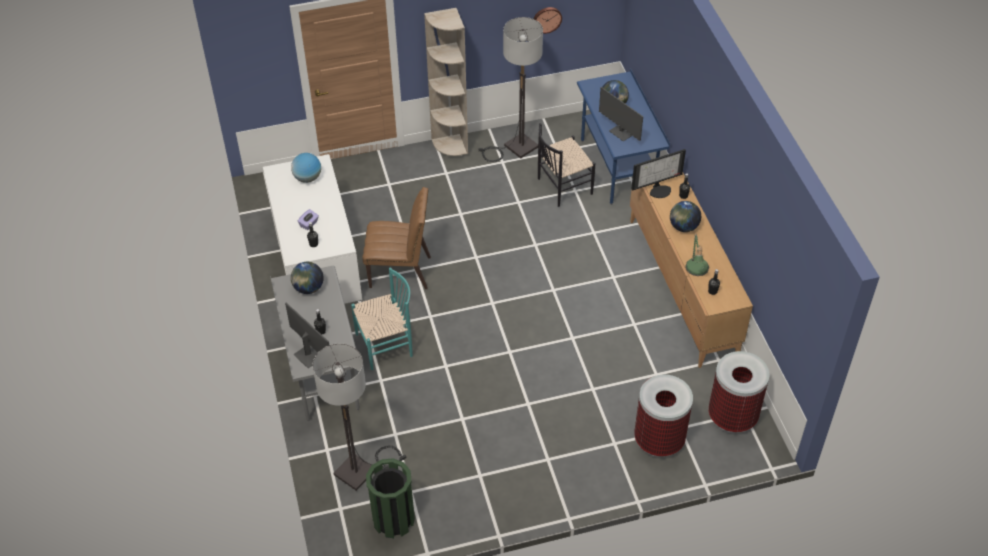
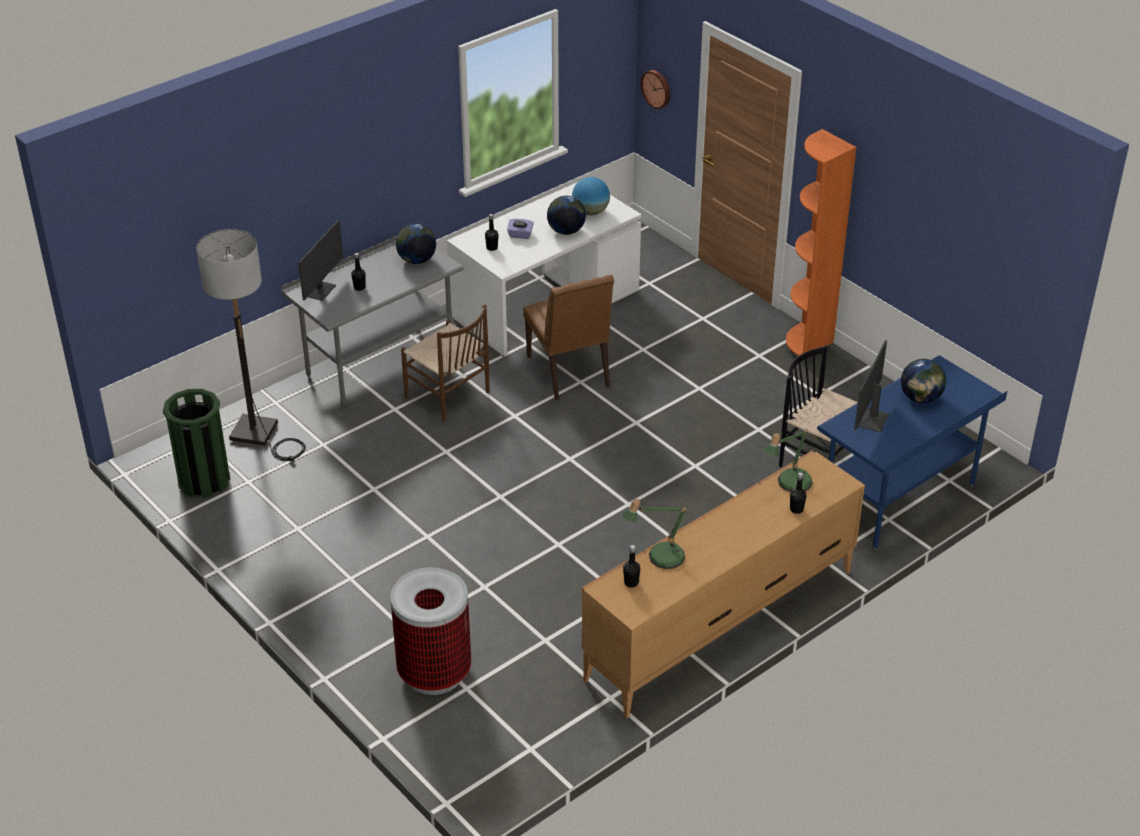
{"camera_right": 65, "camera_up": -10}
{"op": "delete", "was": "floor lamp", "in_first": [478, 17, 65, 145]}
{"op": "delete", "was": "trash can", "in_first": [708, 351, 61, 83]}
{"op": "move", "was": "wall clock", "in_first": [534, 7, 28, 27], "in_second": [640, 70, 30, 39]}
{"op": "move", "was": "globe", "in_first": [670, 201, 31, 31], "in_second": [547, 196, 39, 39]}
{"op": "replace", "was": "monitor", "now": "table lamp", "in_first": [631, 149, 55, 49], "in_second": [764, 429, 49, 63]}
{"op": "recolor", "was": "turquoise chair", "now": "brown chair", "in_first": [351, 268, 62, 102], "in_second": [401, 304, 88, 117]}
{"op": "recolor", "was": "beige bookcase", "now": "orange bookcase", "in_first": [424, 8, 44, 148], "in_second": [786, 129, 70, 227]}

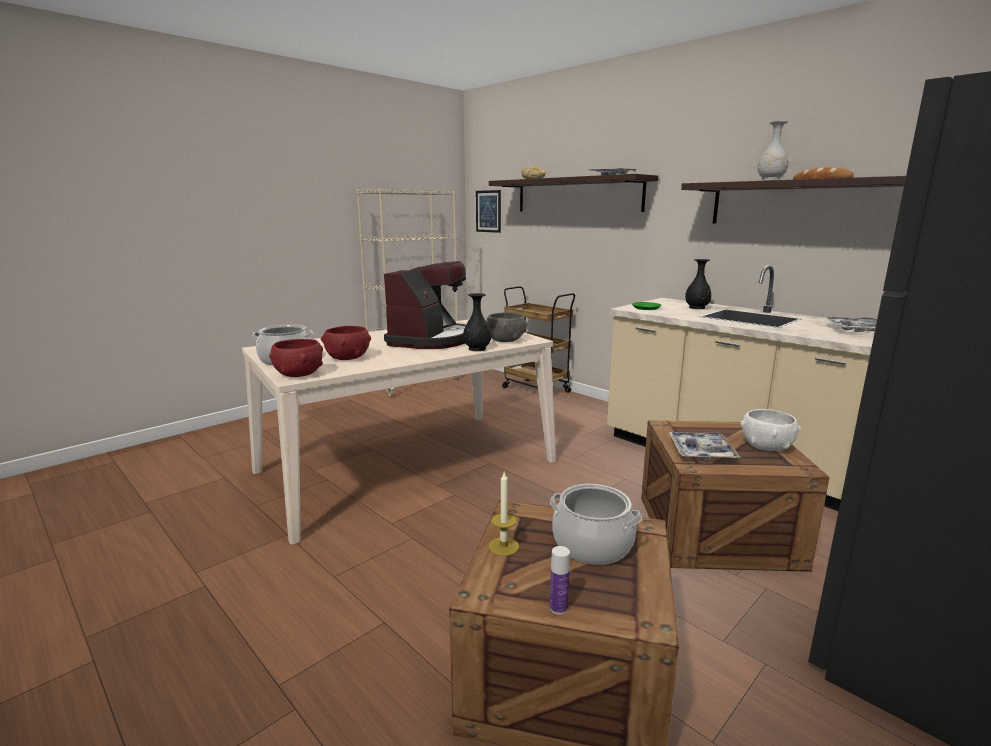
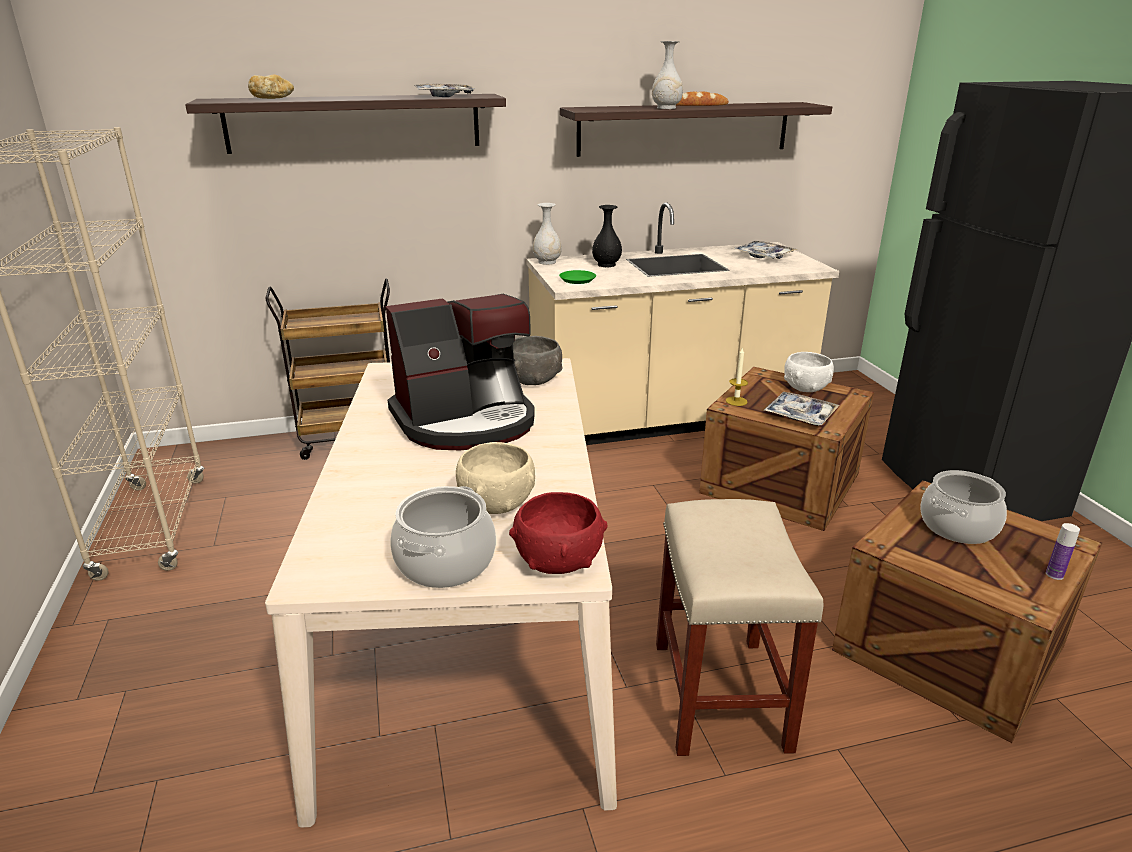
{"camera_right": -60, "camera_up": 10}
{"op": "delete", "was": "black vase", "in_first": [463, 293, 28, 58]}
{"op": "delete", "was": "picture", "in_first": [476, 190, 25, 43]}
{"op": "insert", "now": "white vase", "in_second": [533, 203, 29, 62]}
{"op": "insert", "now": "beige stool", "in_second": [656, 499, 167, 257]}
{"op": "move", "was": "candle", "in_first": [489, 472, 30, 84], "in_second": [726, 347, 22, 59]}
{"op": "recolor", "was": "red bowl", "now": "beige bowl", "in_first": [321, 326, 50, 34], "in_second": [456, 442, 79, 72]}
{"op": "rotate", "was": "coffee machine", "in_first": [384, 261, 82, 88], "in_second": [386, 294, 149, 156], "clockwise": 105}

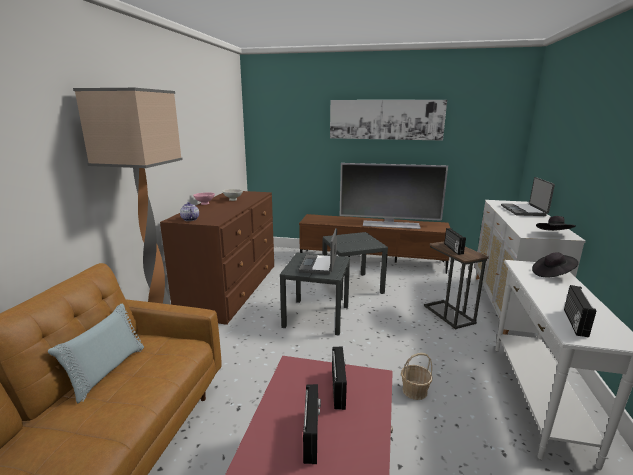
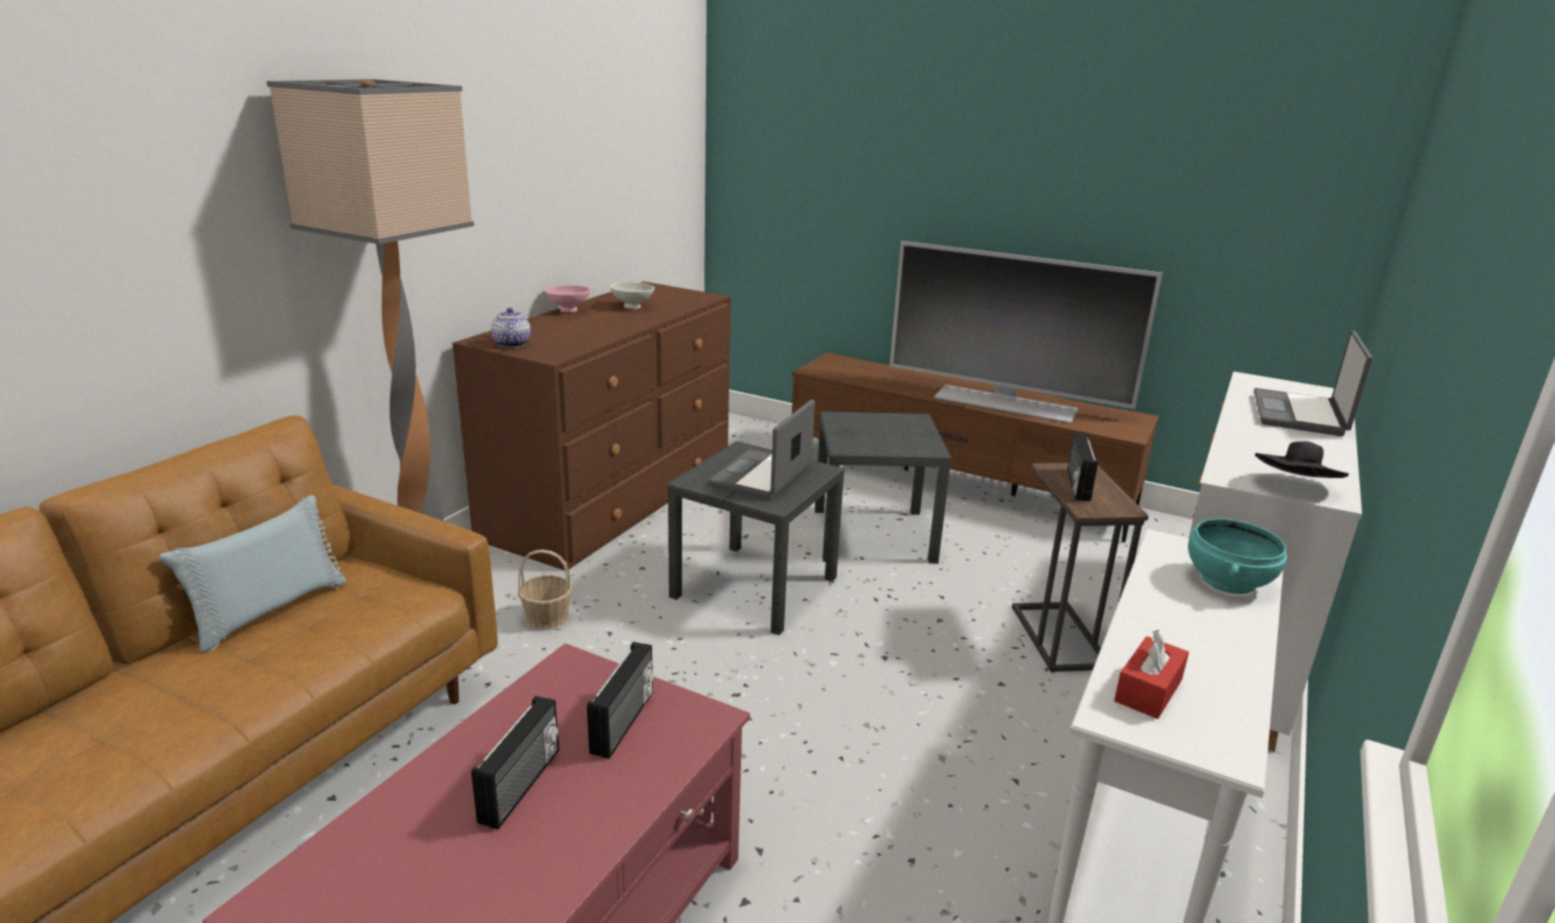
{"camera_right": 15, "camera_up": 5}
{"op": "delete", "was": "picture", "in_first": [330, 100, 117, 41]}
{"op": "move", "was": "basket", "in_first": [401, 353, 31, 47], "in_second": [518, 550, 54, 80]}
{"op": "replace", "was": "black hat", "now": "turquoise bowl", "in_first": [532, 252, 47, 25], "in_second": [1188, 518, 99, 76]}
{"op": "replace", "was": "radio", "now": "red tissue box", "in_first": [564, 285, 32, 53], "in_second": [1114, 630, 75, 89]}

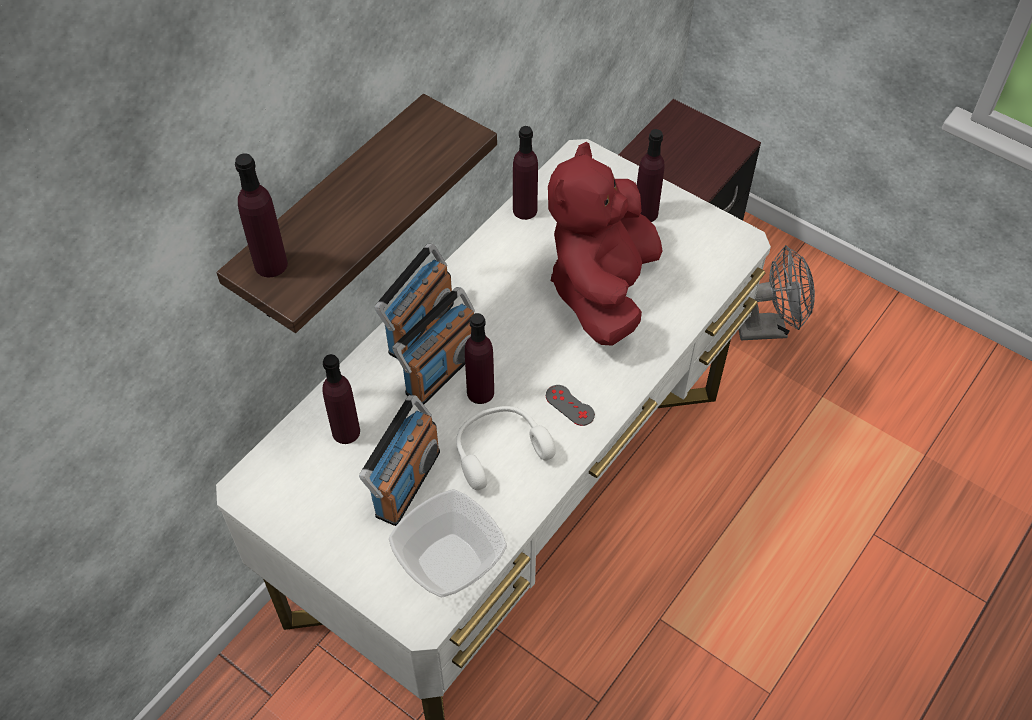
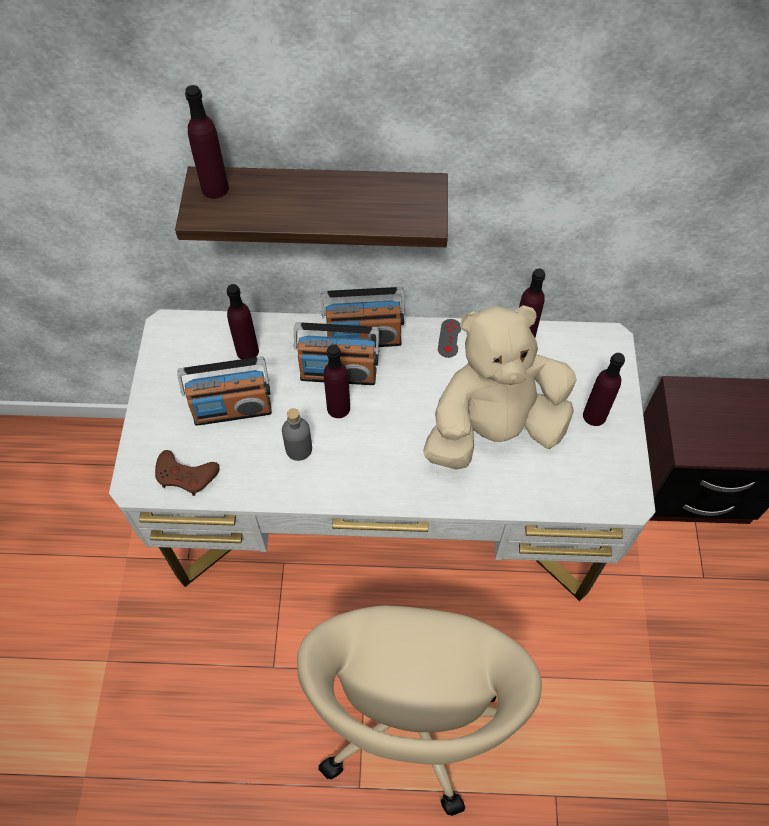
{"camera_right": 55, "camera_up": 5}
{"op": "delete", "was": "grey fan", "in_first": [739, 245, 76, 95]}
{"op": "insert", "now": "beige office chair", "in_second": [297, 606, 245, 210]}
{"op": "move", "was": "grey game controller", "in_first": [546, 385, 49, 41], "in_second": [438, 319, 23, 39]}
{"op": "replace", "was": "bowl", "now": "brown game controller", "in_first": [389, 489, 118, 108], "in_second": [155, 450, 65, 46]}
{"op": "replace", "was": "white headphones", "now": "grey bottle", "in_first": [456, 406, 100, 84], "in_second": [282, 408, 30, 53]}
{"op": "recolor", "was": "red plush toy", "now": "beige plush toy", "in_first": [548, 142, 115, 204], "in_second": [423, 305, 154, 164]}

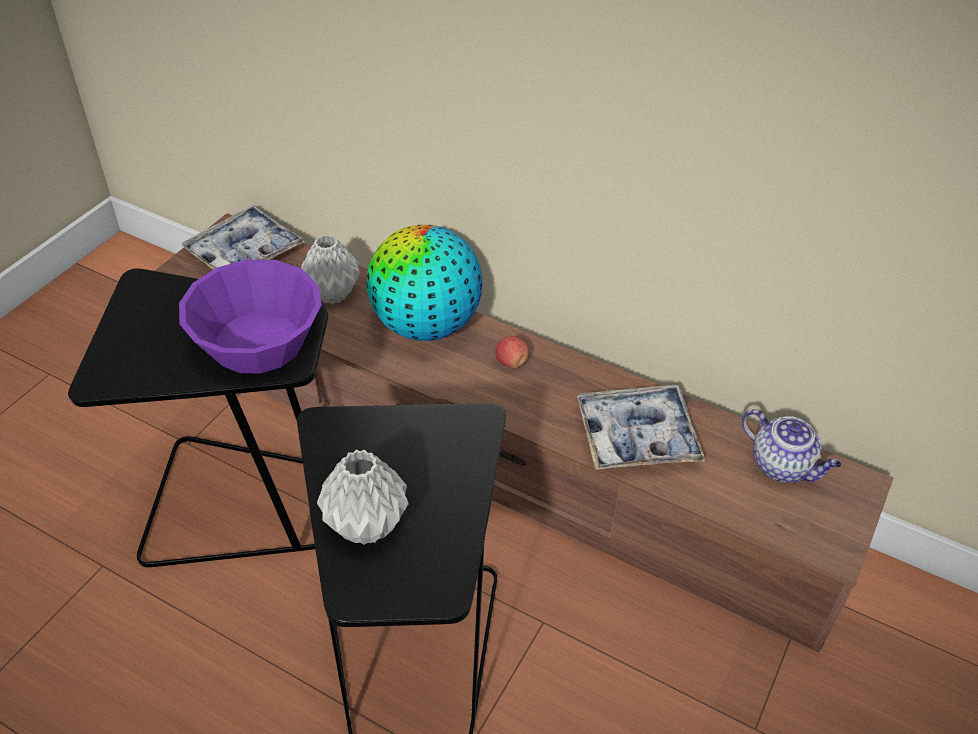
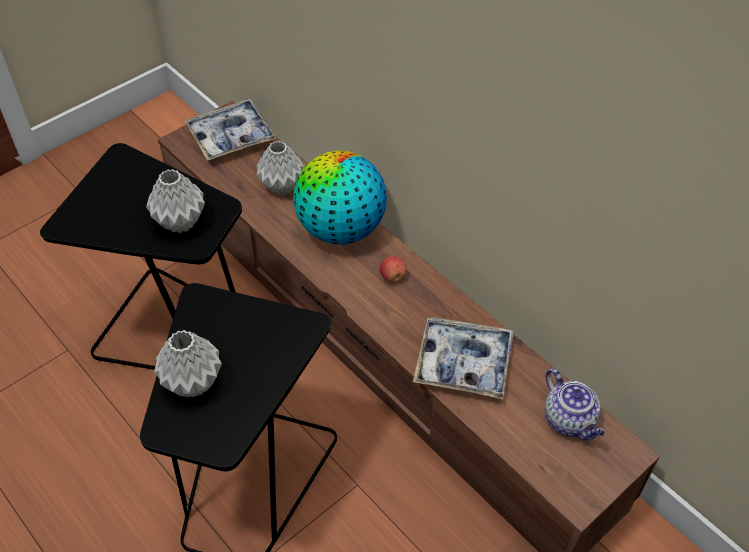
{"camera_right": 20, "camera_up": 5}
{"op": "replace", "was": "purple bowl", "now": "grey vase", "in_first": [179, 260, 142, 113], "in_second": [146, 169, 59, 64]}

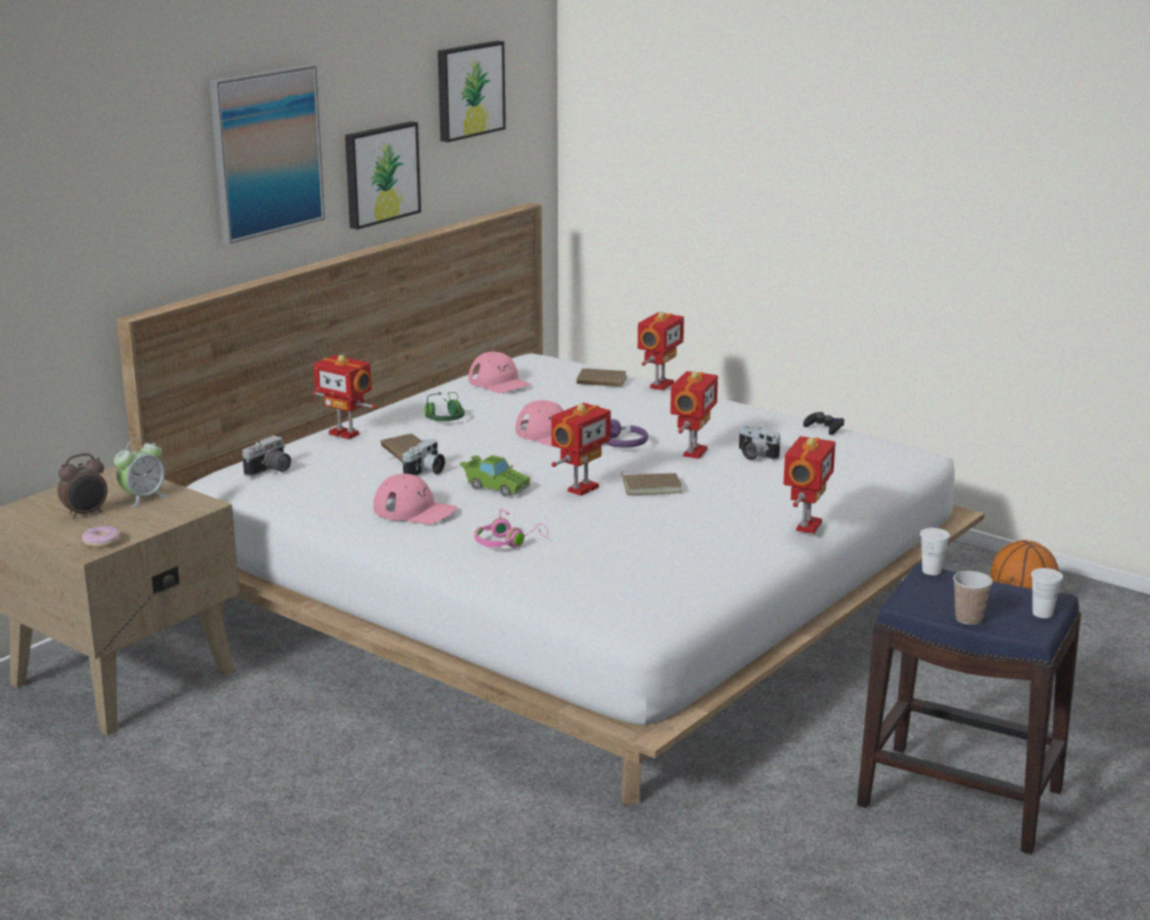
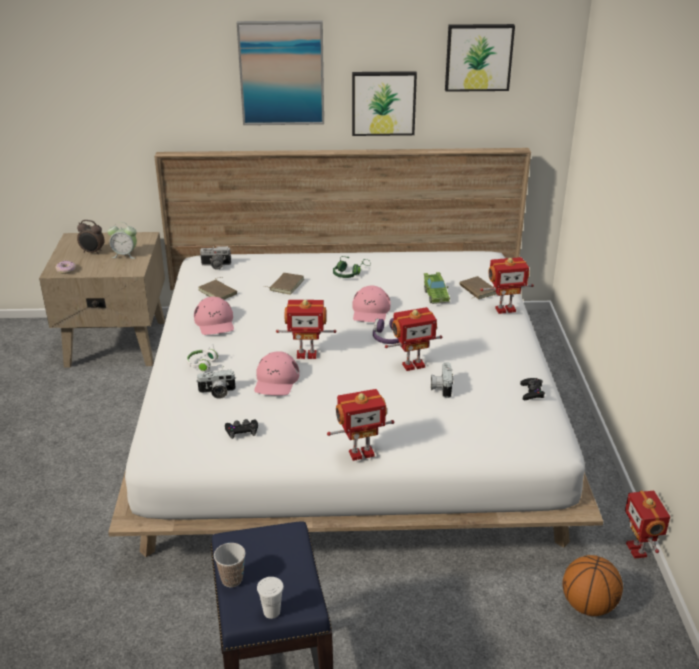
{"camera_right": 50, "camera_up": 10}
{"op": "delete", "was": "white cup", "in_first": [920, 528, 30, 47]}
{"op": "insert", "now": "black game controller", "in_second": [225, 419, 33, 20]}
{"op": "move", "was": "toy robot", "in_first": [313, 355, 63, 84], "in_second": [625, 491, 45, 68]}
{"op": "move", "was": "photo camera", "in_first": [402, 439, 43, 37], "in_second": [196, 370, 40, 29]}
{"op": "move", "was": "green toy car", "in_first": [459, 455, 72, 42], "in_second": [424, 272, 26, 32]}
{"op": "move", "was": "pink cap", "in_first": [469, 352, 63, 41], "in_second": [254, 351, 45, 44]}
{"op": "move", "was": "brown book", "in_first": [621, 471, 61, 24], "in_second": [199, 278, 38, 22]}
{"op": "recolor", "was": "pink headphones", "now": "white headphones", "in_first": [474, 509, 74, 38], "in_second": [186, 344, 37, 28]}

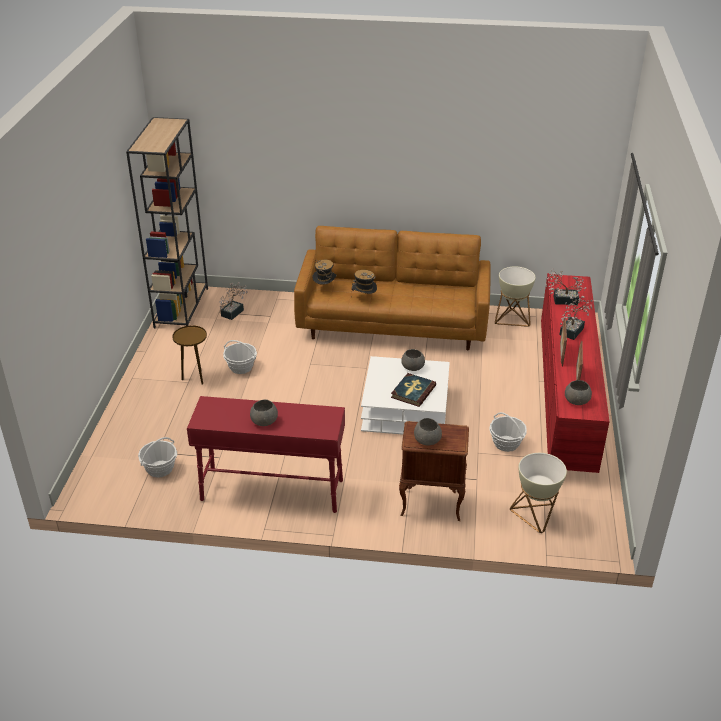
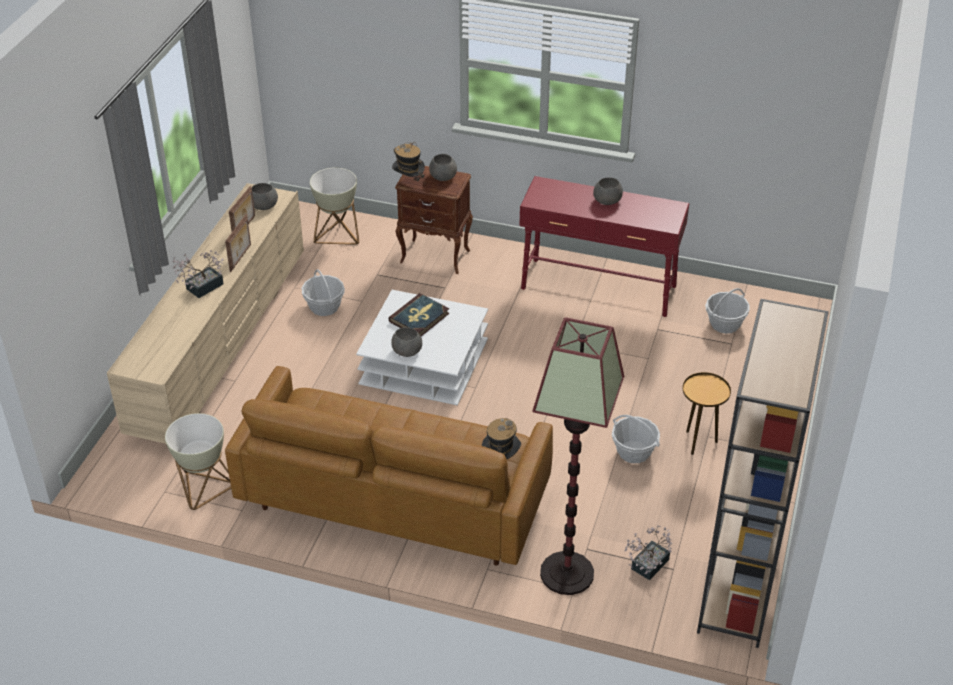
{"camera_right": -170, "camera_up": 5}
{"op": "delete", "was": "potted plant", "in_first": [545, 268, 42, 37]}
{"op": "insert", "now": "floor lamp", "in_second": [532, 317, 92, 278]}
{"op": "move", "was": "hat", "in_first": [351, 270, 26, 28], "in_second": [392, 142, 33, 39]}
{"op": "recolor", "was": "red cabinet", "now": "beige cabinet", "in_first": [541, 273, 69, 200], "in_second": [107, 183, 197, 261]}

